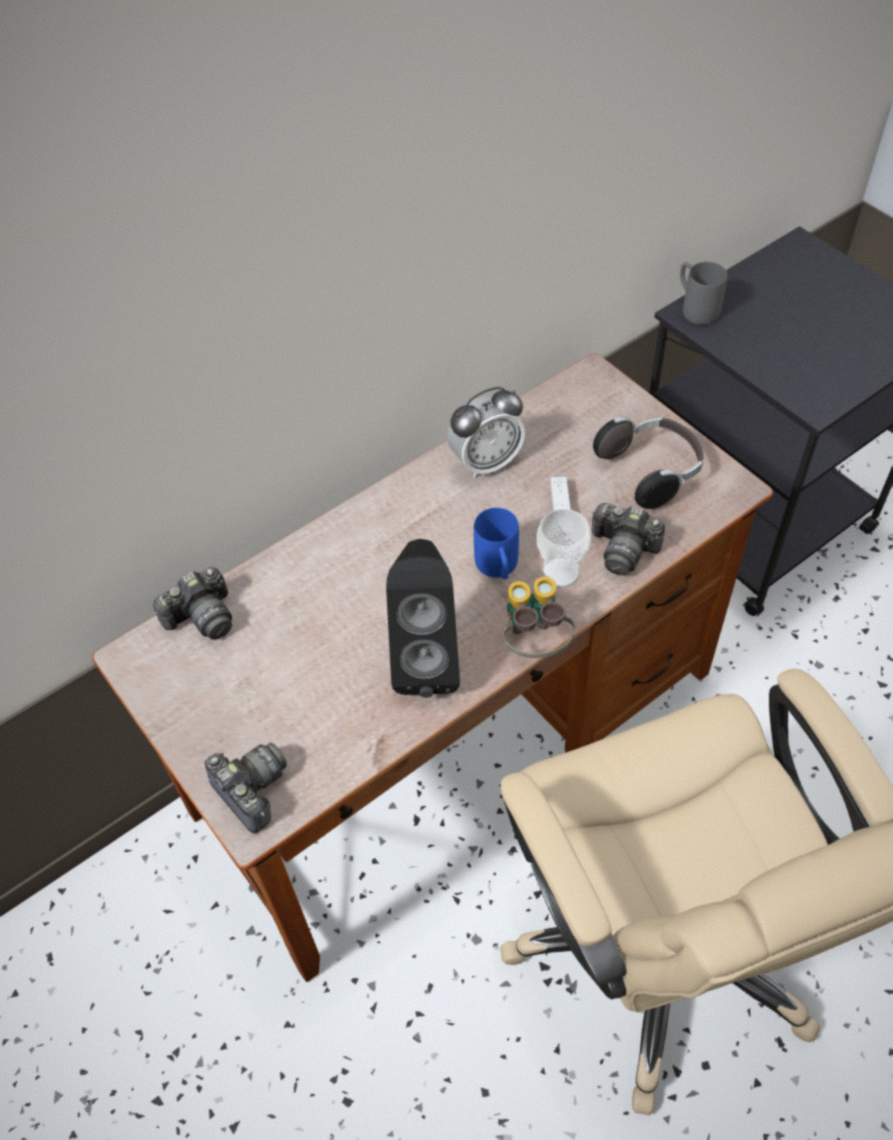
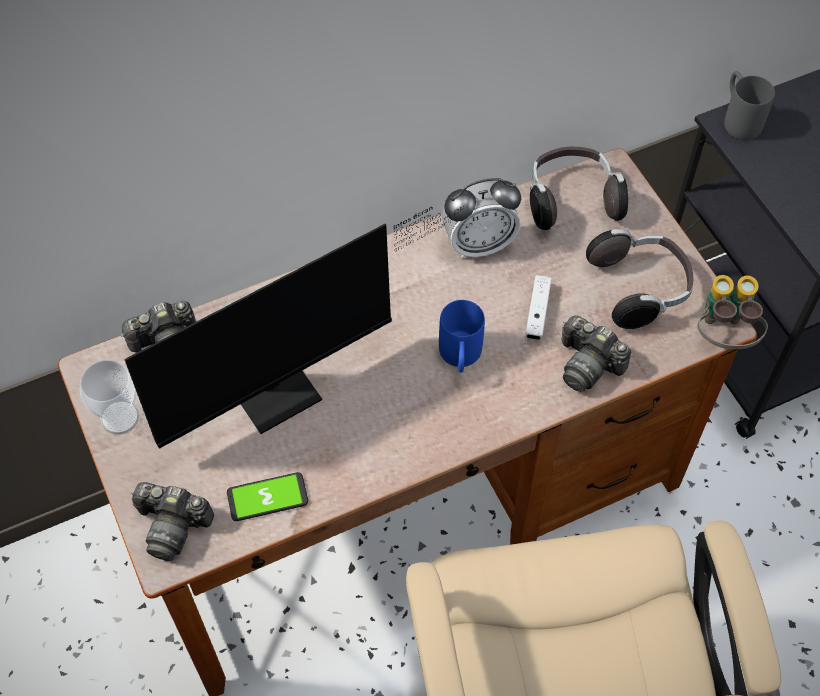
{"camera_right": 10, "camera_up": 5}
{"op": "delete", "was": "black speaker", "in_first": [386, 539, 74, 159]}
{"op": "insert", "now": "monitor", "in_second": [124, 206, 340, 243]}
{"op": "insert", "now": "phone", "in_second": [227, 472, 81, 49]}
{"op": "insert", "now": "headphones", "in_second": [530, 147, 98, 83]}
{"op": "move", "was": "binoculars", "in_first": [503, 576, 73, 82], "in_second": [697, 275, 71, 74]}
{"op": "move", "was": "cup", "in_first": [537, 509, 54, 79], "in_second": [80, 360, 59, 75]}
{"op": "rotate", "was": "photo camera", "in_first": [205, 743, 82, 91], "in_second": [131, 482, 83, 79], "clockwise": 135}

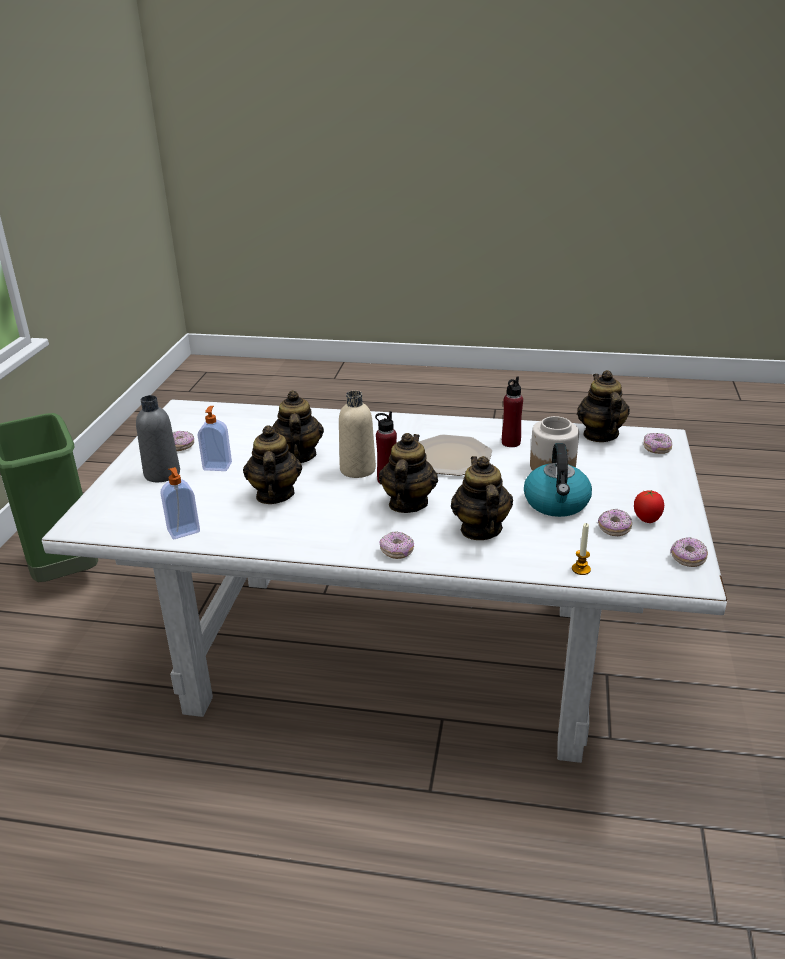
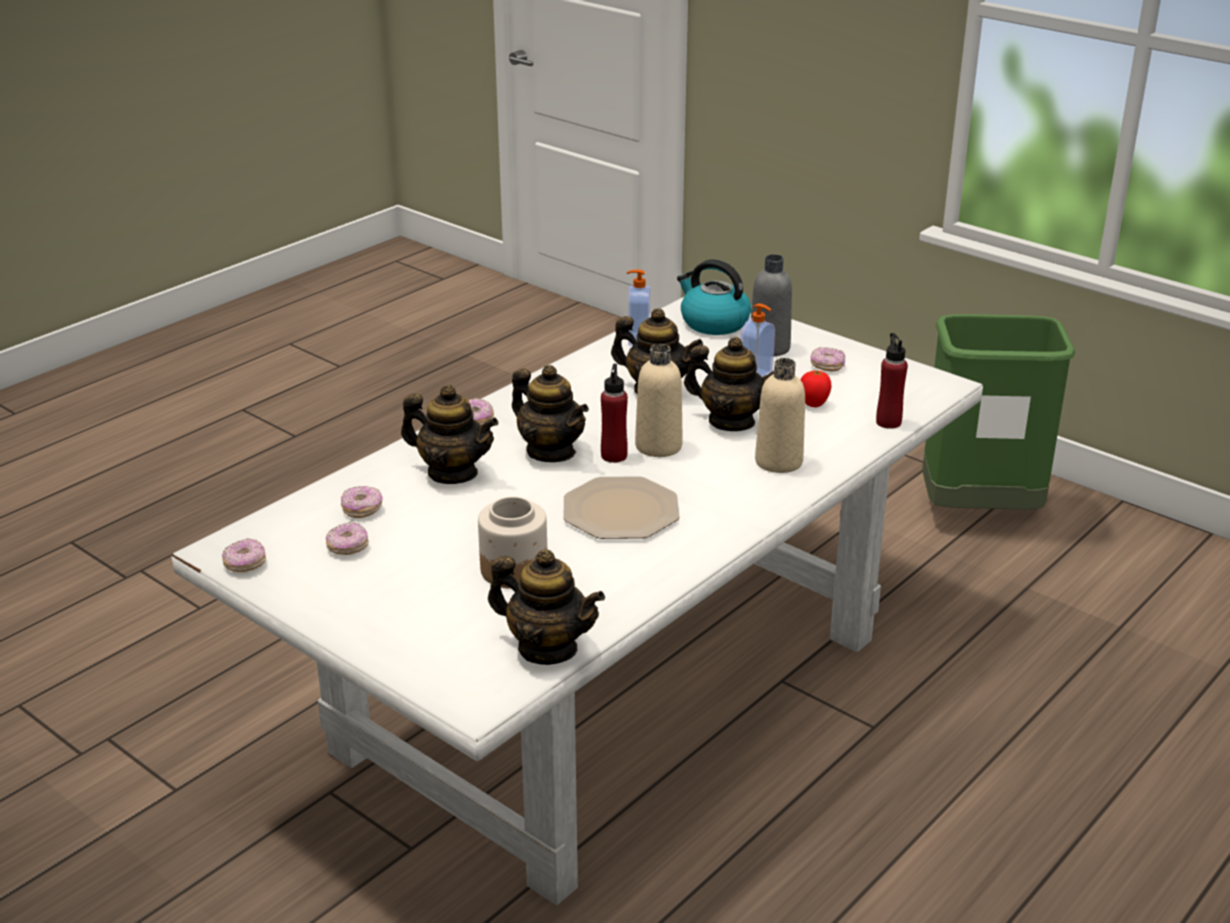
{"camera_right": 120, "camera_up": 0}
{"op": "delete", "was": "candle", "in_first": [572, 523, 19, 52]}
{"op": "insert", "now": "beige bottle", "in_second": [755, 358, 50, 115]}
{"op": "move", "was": "red bottle", "in_first": [502, 376, 21, 71], "in_second": [876, 333, 32, 96]}
{"op": "move", "was": "kettle", "in_first": [524, 443, 68, 74], "in_second": [677, 260, 74, 75]}
{"op": "move", "was": "tomato", "in_first": [634, 490, 30, 33], "in_second": [800, 371, 31, 36]}
{"op": "move", "was": "donut", "in_first": [643, 433, 29, 21], "in_second": [341, 486, 41, 32]}

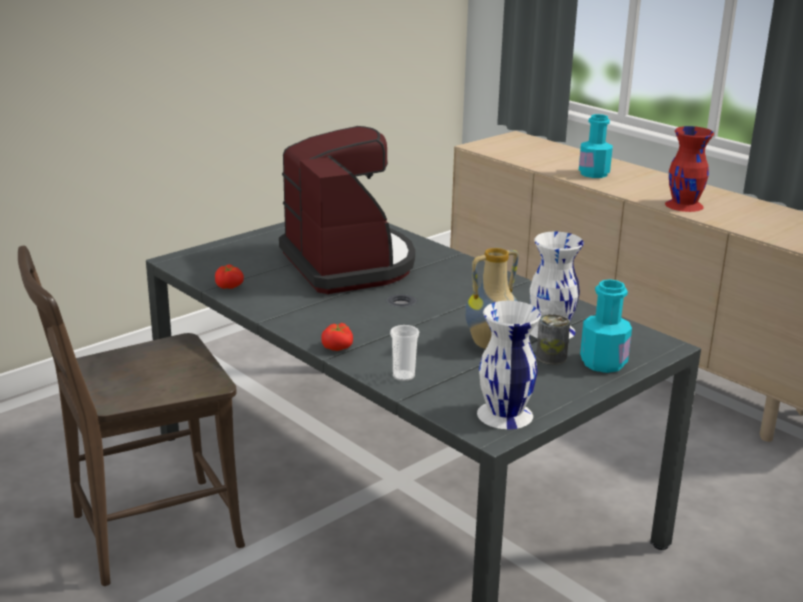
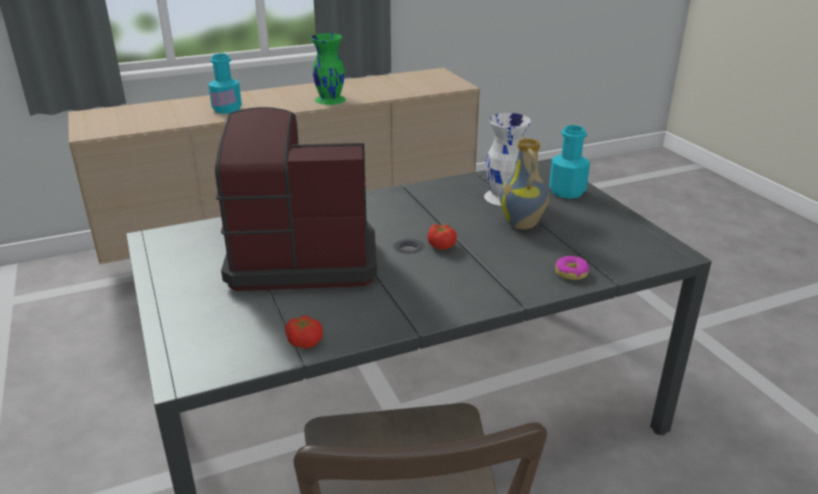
{"camera_right": -70, "camera_up": 5}
{"op": "delete", "was": "white vase", "in_first": [477, 301, 64, 128]}
{"op": "delete", "was": "can", "in_first": [536, 314, 34, 51]}
{"op": "move", "was": "tomato", "in_first": [321, 323, 32, 28], "in_second": [427, 224, 30, 26]}
{"op": "replace", "was": "cup", "now": "donut", "in_first": [390, 325, 29, 56], "in_second": [555, 256, 34, 24]}
{"op": "recolor", "was": "red vase", "now": "green vase", "in_first": [665, 126, 49, 86], "in_second": [311, 33, 35, 72]}

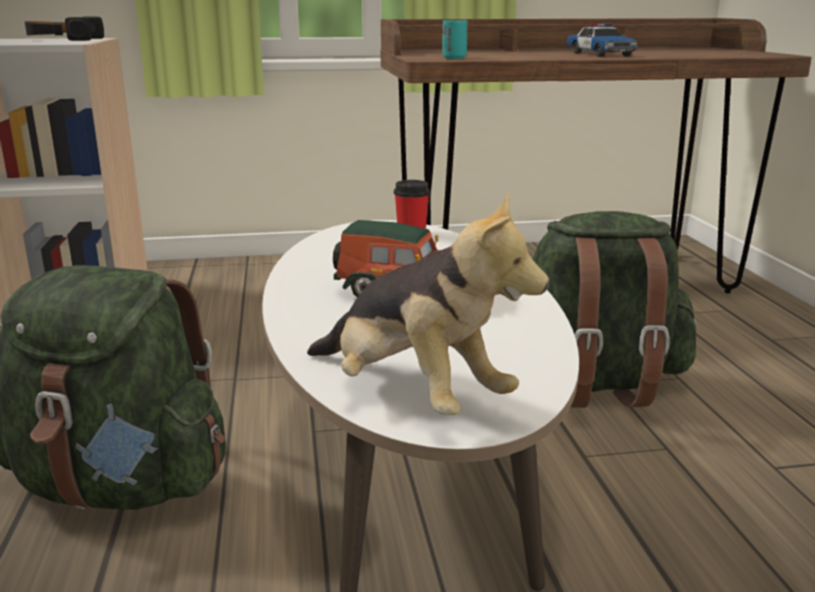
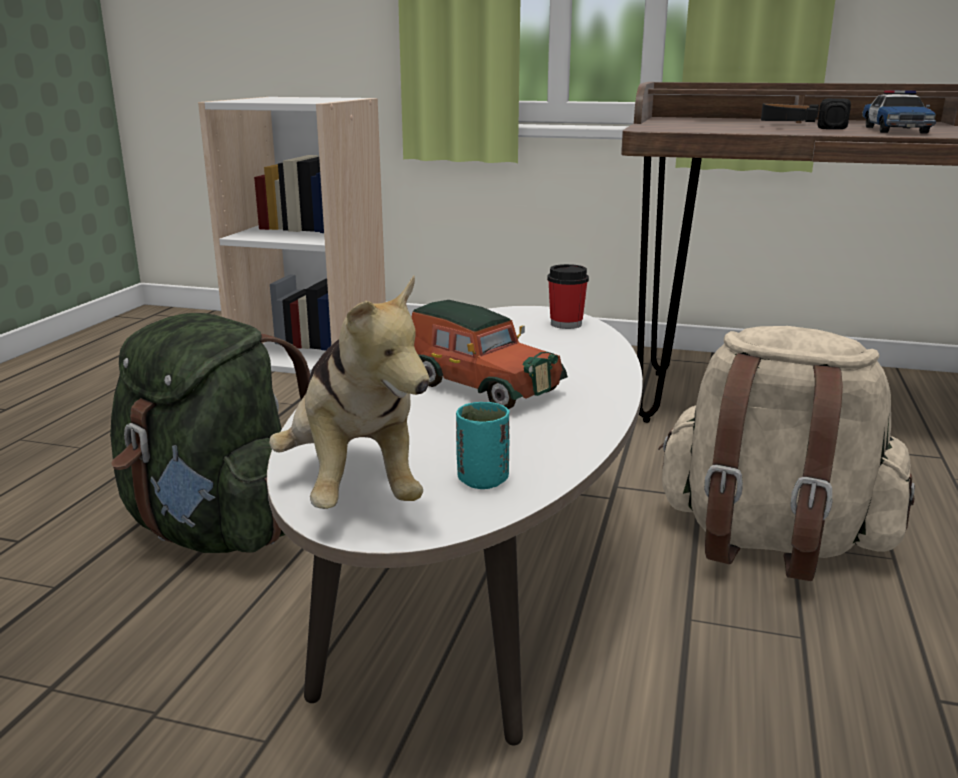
{"camera_right": 25, "camera_up": 0}
{"op": "move", "was": "black headphones", "in_first": [25, 16, 79, 25], "in_second": [761, 98, 90, 31]}
{"op": "move", "was": "turquoise cup", "in_first": [442, 20, 26, 39], "in_second": [456, 402, 54, 87]}
{"op": "recolor", "was": "green backpack", "now": "beige backpack", "in_first": [533, 211, 163, 197], "in_second": [658, 326, 257, 255]}

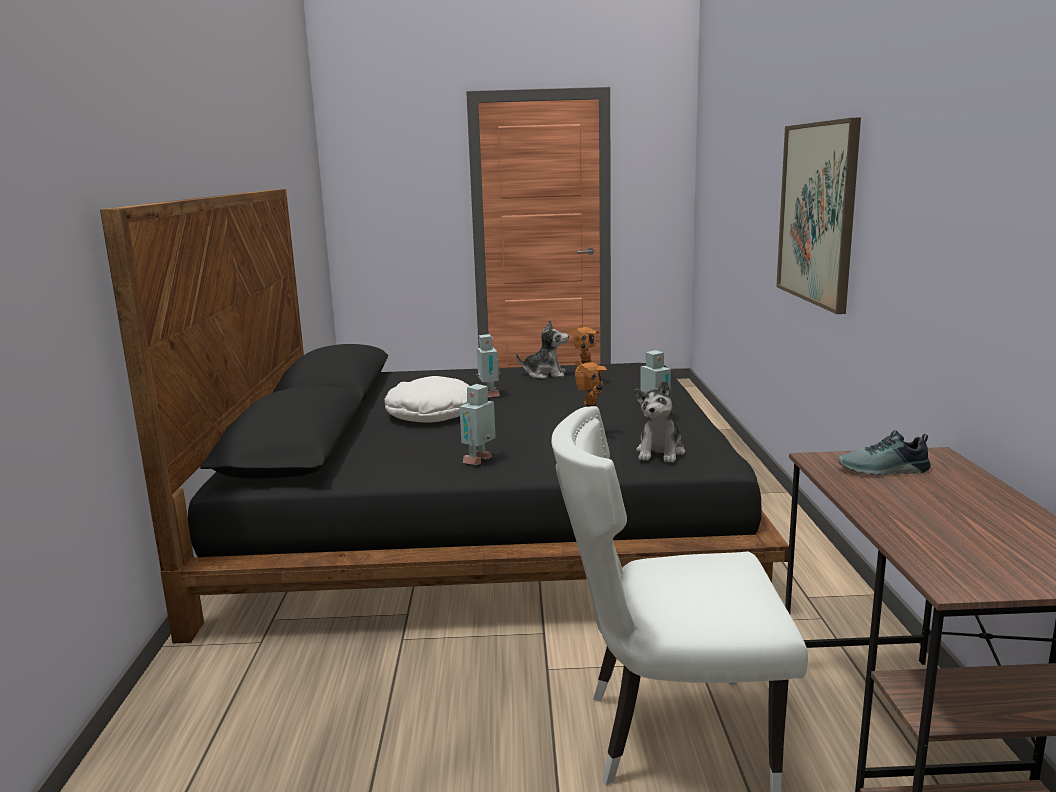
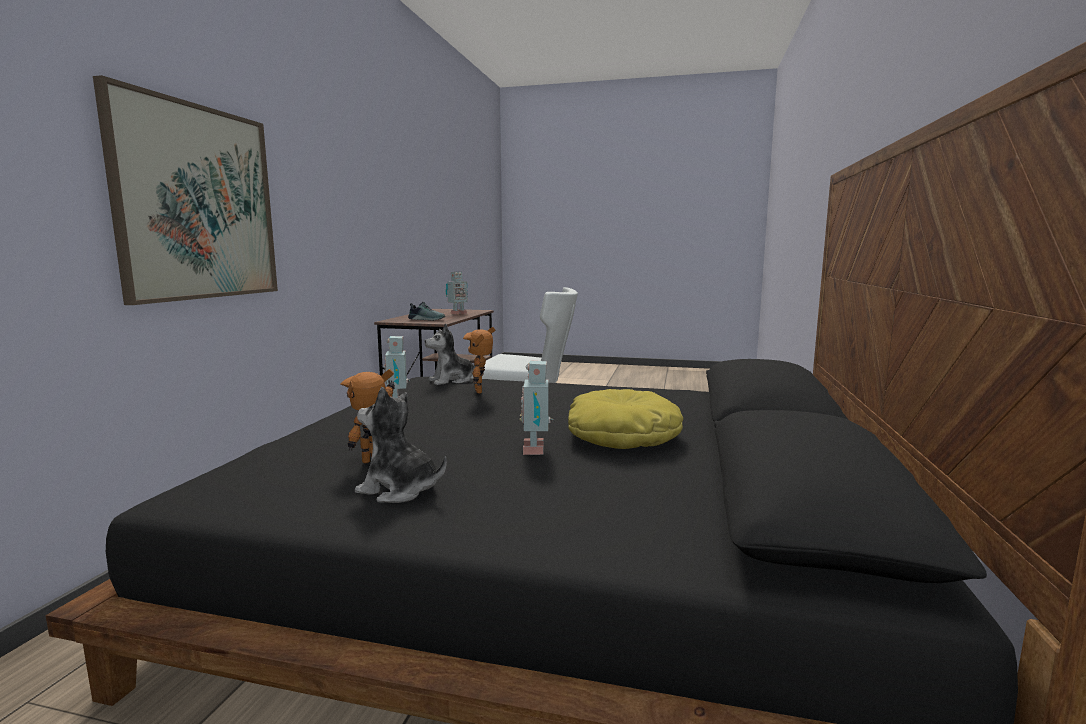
{"camera_right": -165, "camera_up": -5}
{"op": "move", "was": "toy robot", "in_first": [459, 384, 37, 81], "in_second": [446, 272, 22, 43]}
{"op": "recolor", "was": "white pillow", "now": "yellow pillow", "in_first": [384, 376, 85, 47], "in_second": [568, 389, 115, 60]}
{"op": "rotate", "was": "plush toy", "in_first": [635, 380, 50, 83], "in_second": [425, 324, 51, 61], "clockwise": -150}

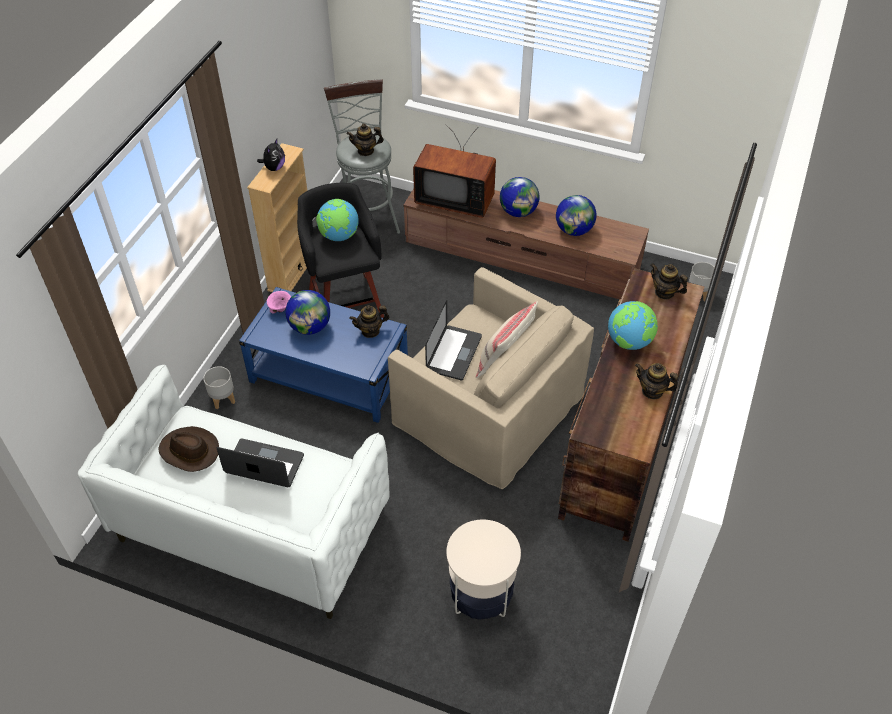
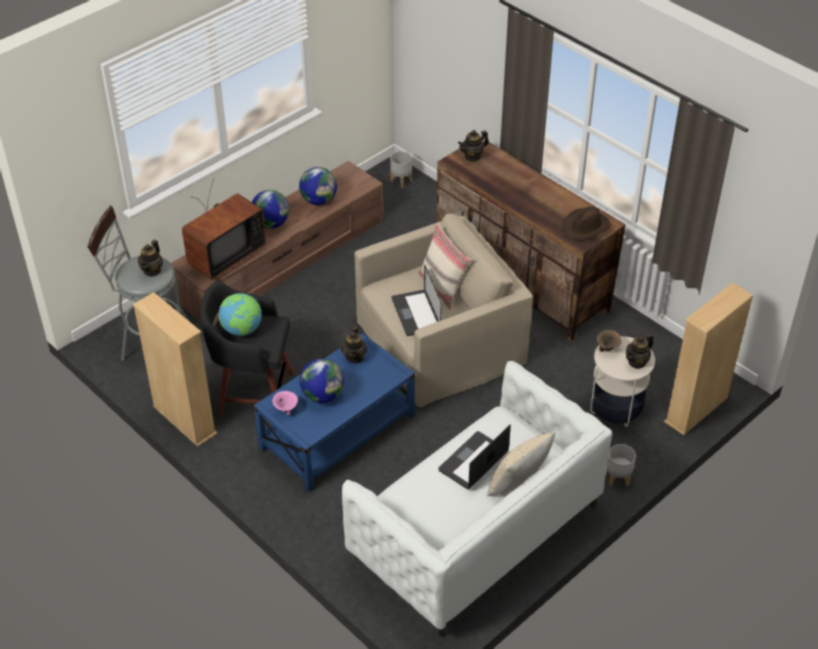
{"camera_right": -65, "camera_up": -5}
{"op": "delete", "was": "plush toy", "in_first": [257, 139, 28, 32]}
{"op": "delete", "was": "globe", "in_first": [608, 301, 50, 49]}
{"op": "insert", "now": "beige pillow", "in_second": [487, 432, 69, 64]}
{"op": "insert", "now": "brown bowl", "in_second": [597, 330, 25, 22]}
{"op": "insert", "now": "beige bookcase", "in_second": [664, 282, 90, 153]}
{"op": "move", "was": "brown hat", "in_first": [158, 426, 61, 46], "in_second": [562, 206, 49, 35]}
{"op": "move", "was": "grey planter", "in_first": [203, 366, 32, 43], "in_second": [607, 444, 29, 42]}
{"op": "move", "was": "teapot", "in_first": [635, 363, 43, 36], "in_second": [626, 334, 28, 35]}
{"op": "rotate", "was": "laptop", "in_first": [425, 300, 57, 80], "in_second": [392, 265, 50, 71], "clockwise": -150}

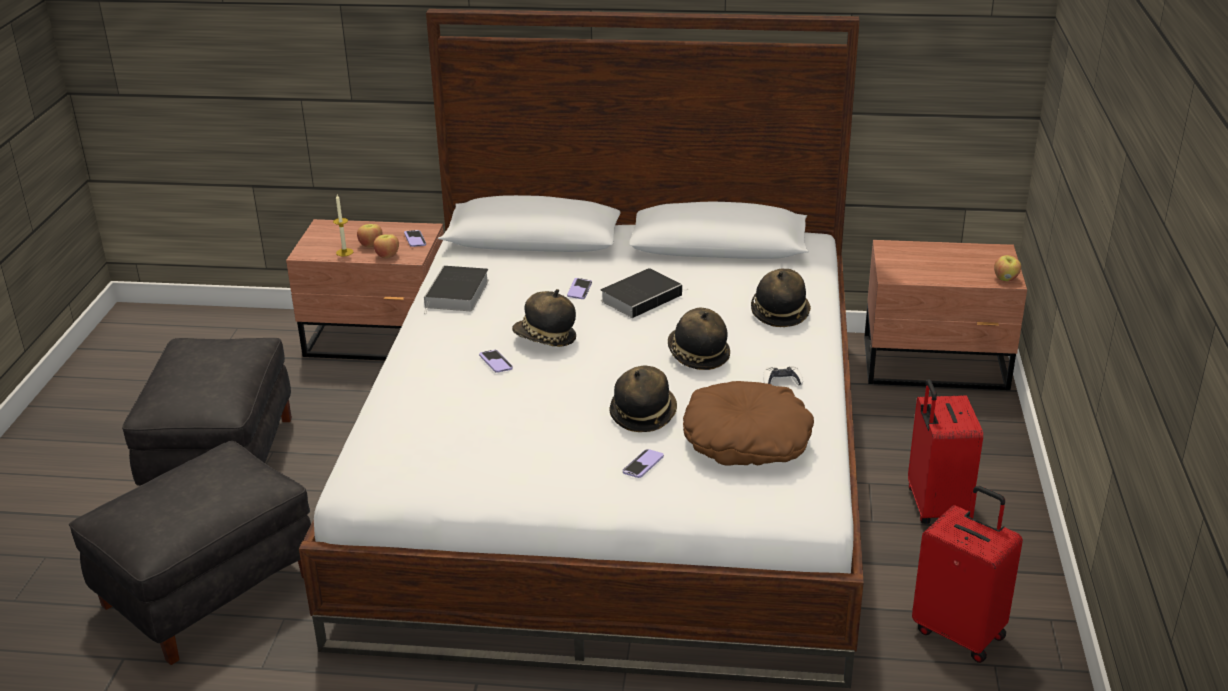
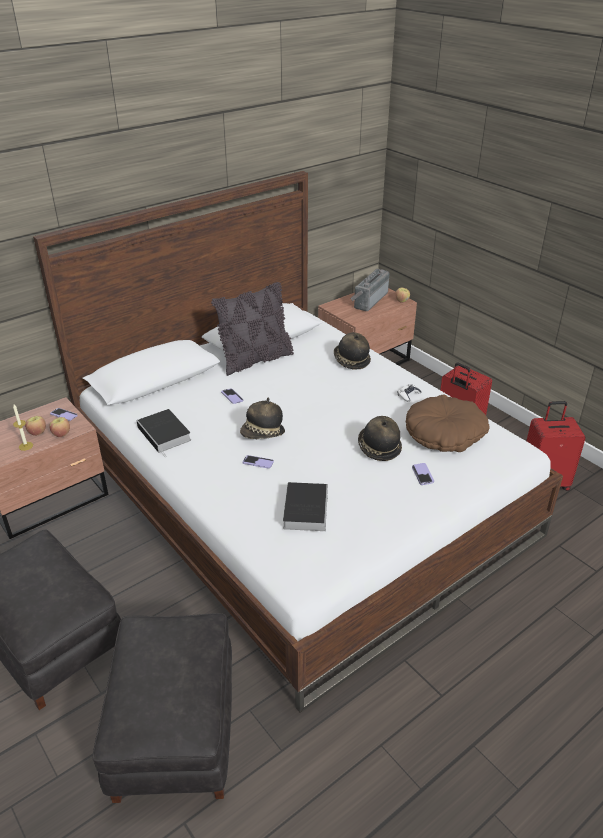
{"camera_right": -45, "camera_up": 5}
{"op": "delete", "was": "hat", "in_first": [668, 308, 62, 62]}
{"op": "insert", "now": "black pillow", "in_second": [211, 282, 83, 94]}
{"op": "insert", "now": "radio", "in_second": [350, 269, 40, 42]}
{"op": "move", "was": "book", "in_first": [601, 268, 81, 50], "in_second": [283, 482, 45, 49]}

